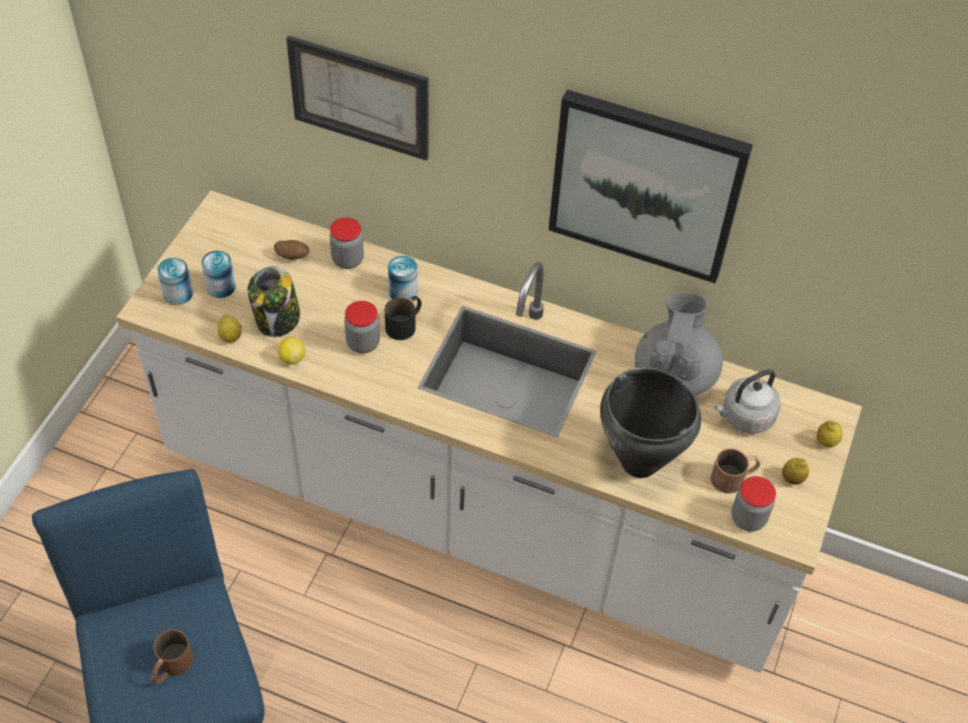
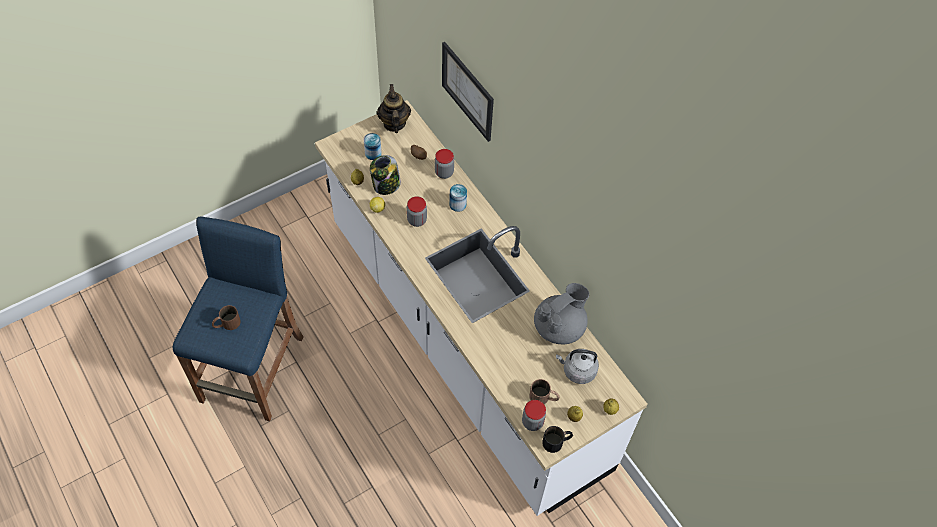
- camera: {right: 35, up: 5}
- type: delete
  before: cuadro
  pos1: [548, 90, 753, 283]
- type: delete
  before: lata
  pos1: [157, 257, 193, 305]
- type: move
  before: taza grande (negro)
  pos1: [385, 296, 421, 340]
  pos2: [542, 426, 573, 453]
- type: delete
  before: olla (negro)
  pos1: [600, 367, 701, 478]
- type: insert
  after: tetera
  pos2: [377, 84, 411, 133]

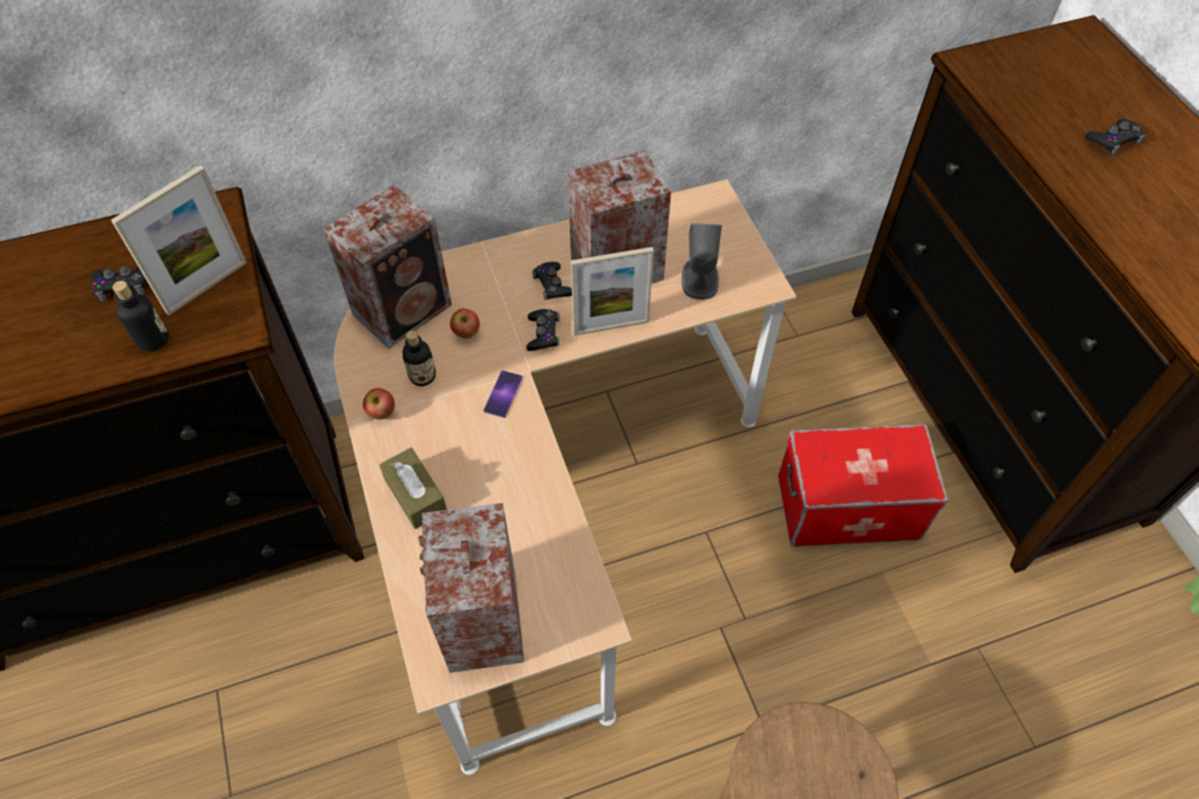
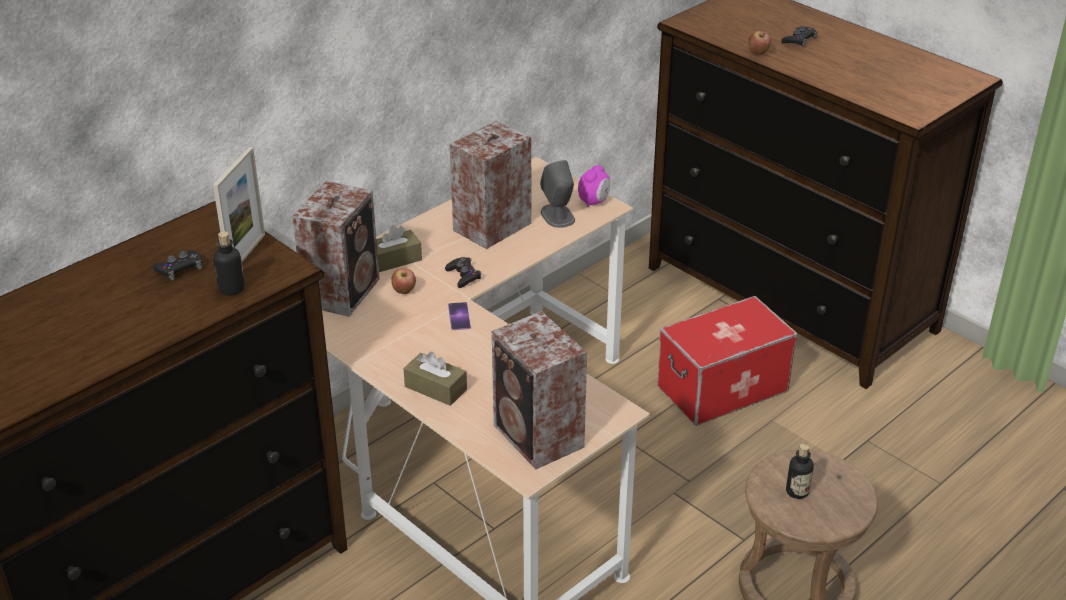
- camera: {right: -25, up: -20}
- type: delete
  before: portarretratos
  pos1: [571, 247, 654, 336]
- type: delete
  before: mando de consola (negro)
  pos1: [532, 262, 572, 300]
- type: move
  before: botella
  pos1: [402, 330, 436, 386]
  pos2: [786, 444, 814, 499]
- type: move
  before: manzana
  pos1: [363, 388, 395, 420]
  pos2: [748, 31, 771, 55]
- type: insert
  after: despertador
  pos2: [578, 165, 610, 207]
- type: insert
  after: caja de pañuelos (marrón)
  pos2: [376, 225, 422, 272]

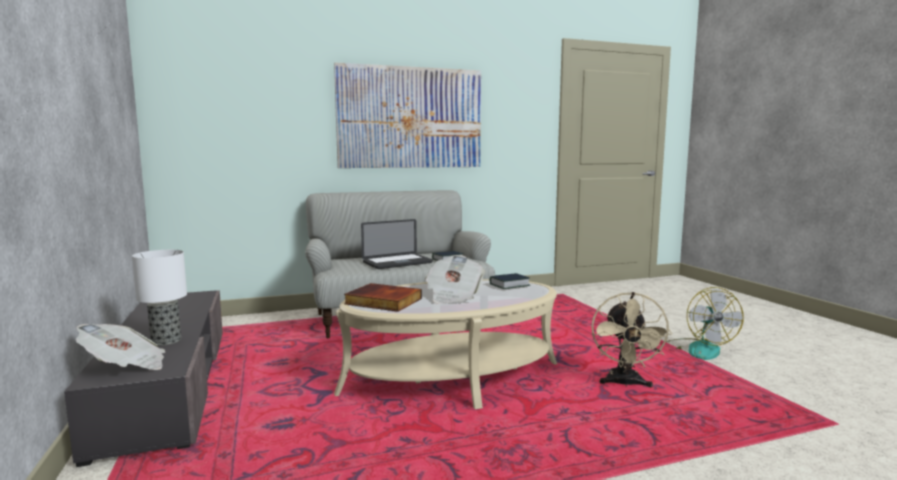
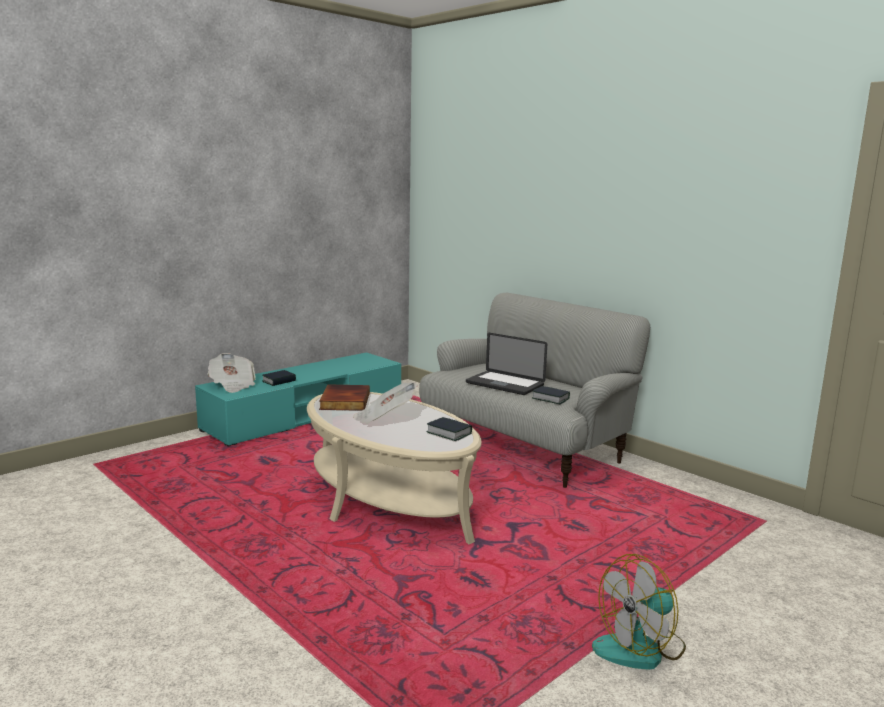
- camera: {right: 65, up: 5}
- type: delete
  before: cuadro
  pos1: [334, 63, 481, 168]
- type: replace
  before: lámpara de mesa
  after: libro
  pos1: [132, 250, 187, 346]
  pos2: [262, 370, 296, 386]
- type: recolor
  before: mueble de televisión (gris)
  after: mueble de televisión (turquesa)
  pos1: [64, 290, 223, 467]
  pos2: [195, 352, 401, 446]
- type: delete
  before: ventilador (beis)
  pos1: [591, 292, 672, 387]

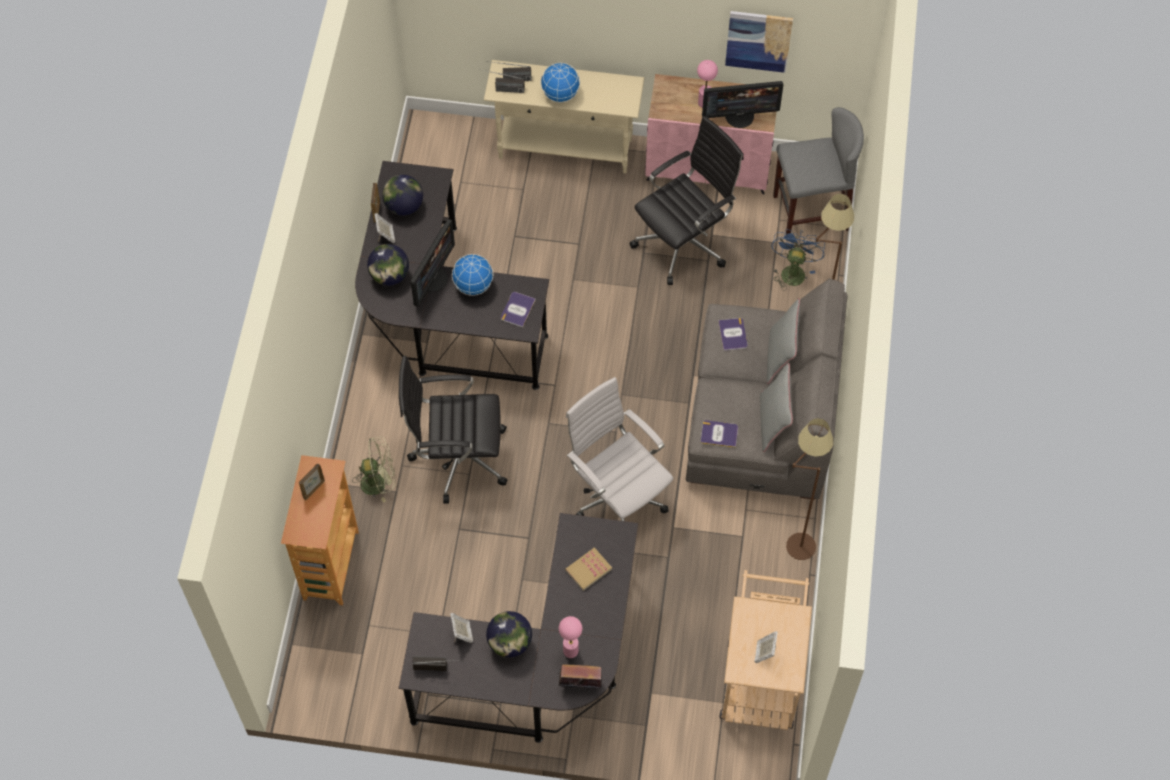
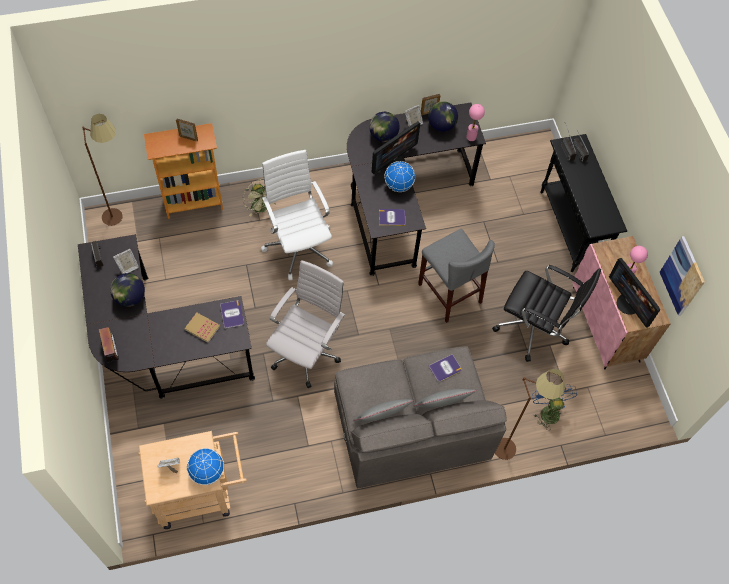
- camera: {right: 65, up: 0}
- type: recolor
  before: mesa consola (beis)
  after: mesa consola (negro)
  pos1: [484, 60, 644, 174]
  pos2: [540, 134, 627, 272]
- type: move
  before: globo terráqueo
  pos1: [541, 63, 580, 102]
  pos2: [187, 448, 224, 485]
- type: move
  before: taburete (gris)
  pos1: [773, 107, 864, 241]
  pos2: [418, 229, 495, 323]
- type: rotate
  before: monitor
  pos1: [411, 219, 455, 307]
  pos2: [372, 121, 420, 174]
  turn: -45
- type: rotate
  before: ventilador (azul)
  pos1: [771, 229, 825, 291]
  pos2: [532, 384, 578, 429]
  turn: -90
- type: recolor
  before: silla de oficina (negro)
  after: silla de oficina (blanco)
  pos1: [399, 356, 507, 504]
  pos2: [261, 150, 333, 280]
- type: move
  before: lámpara de pie (marrón)
  pos1: [786, 418, 833, 560]
  pos2: [82, 114, 123, 226]
- type: move
  before: libro
  pos1: [700, 420, 738, 448]
  pos2: [220, 301, 244, 329]
- type: move
  before: lámpara de mesa (rosa)
  pos1: [559, 616, 582, 658]
  pos2: [466, 104, 485, 141]

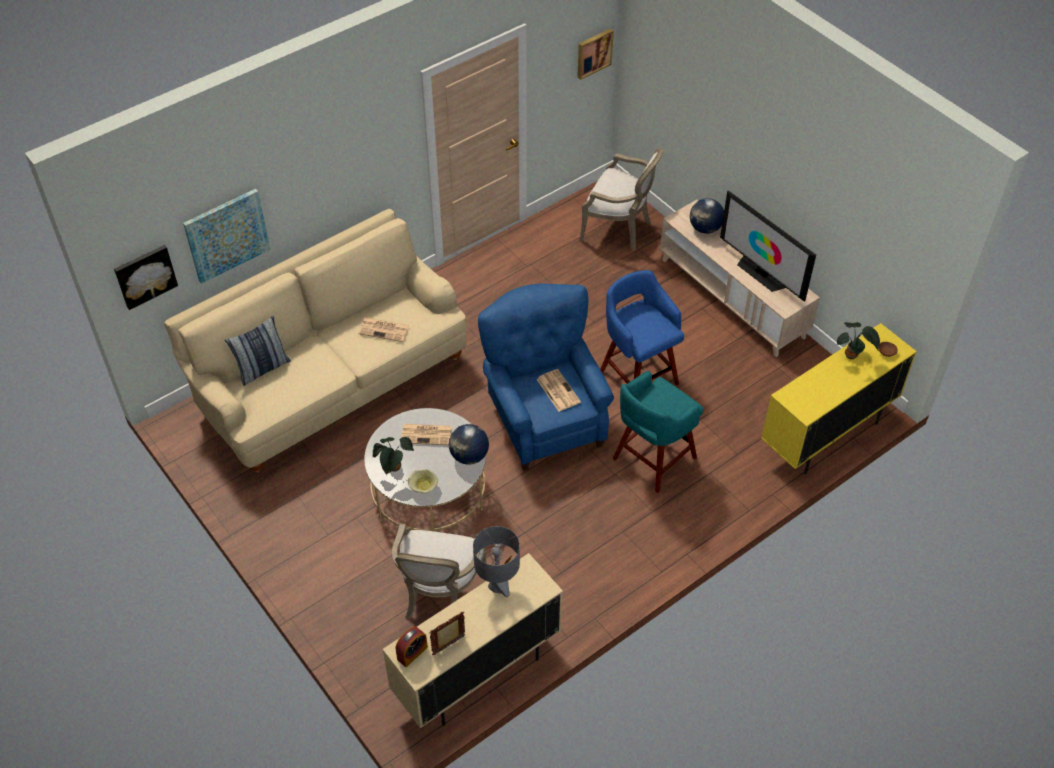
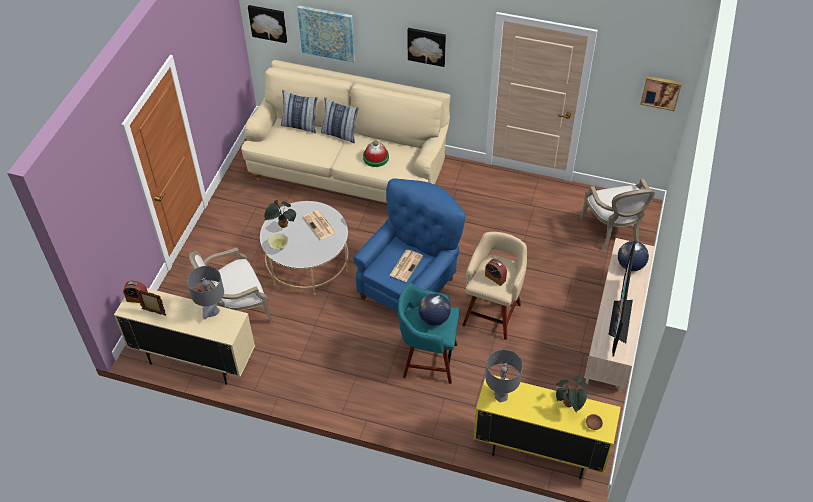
- camera: {right: 55, up: 0}
- type: recolor
  before: taburete (azul)
  after: taburete (beis)
  pos1: [600, 270, 684, 385]
  pos2: [462, 232, 527, 340]
- type: replace
  before: periódico
  after: sombrero
  pos1: [358, 318, 409, 342]
  pos2: [363, 140, 389, 167]
- type: move
  before: globo terráqueo
  pos1: [449, 424, 489, 465]
  pos2: [418, 293, 451, 326]
- type: insert
  after: cuadro
  pos2: [407, 28, 446, 67]
- type: insert
  after: cojín
  pos2: [321, 97, 359, 144]
- type: insert
  after: despertador
  pos2: [485, 259, 507, 286]
- type: insert
  after: lámpara de mesa (gris)
  pos2: [485, 350, 523, 402]

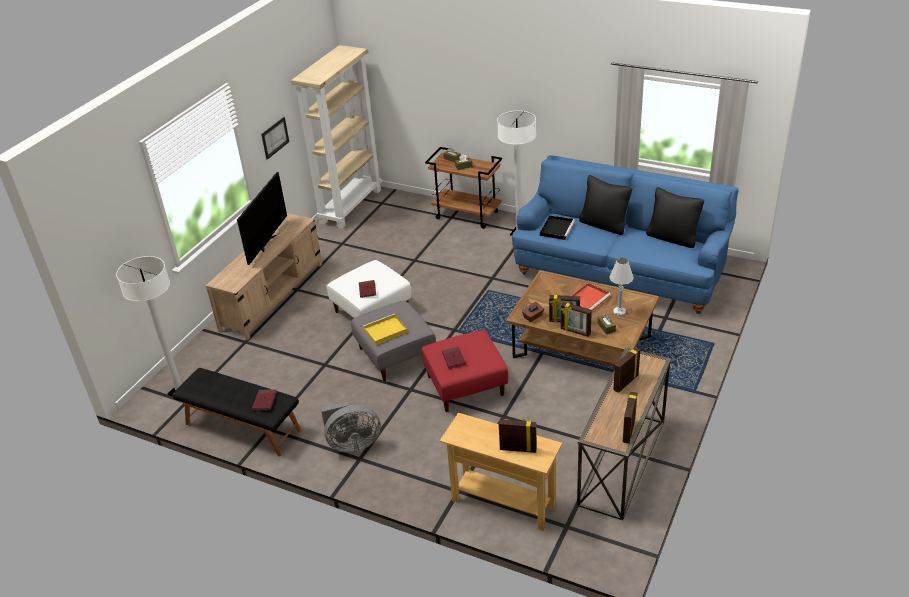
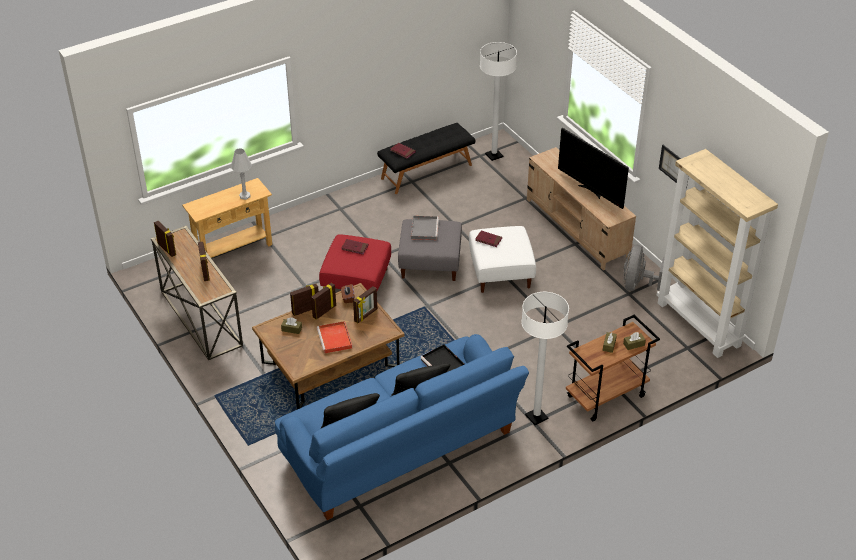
- camera: {right: 120, up: 5}
- type: move
  before: lámpara de mesa (blanco)
  pos1: [609, 258, 634, 317]
  pos2: [231, 148, 252, 200]
- type: recolor
  before: bandeja (amarillo)
  after: bandeja (gris)
  pos1: [363, 314, 408, 345]
  pos2: [411, 216, 439, 240]
- type: move
  before: ventilador (gris)
  pos1: [321, 402, 381, 453]
  pos2: [623, 245, 665, 291]
- type: move
  before: portarretratos
  pos1: [499, 419, 537, 453]
  pos2: [353, 286, 377, 323]

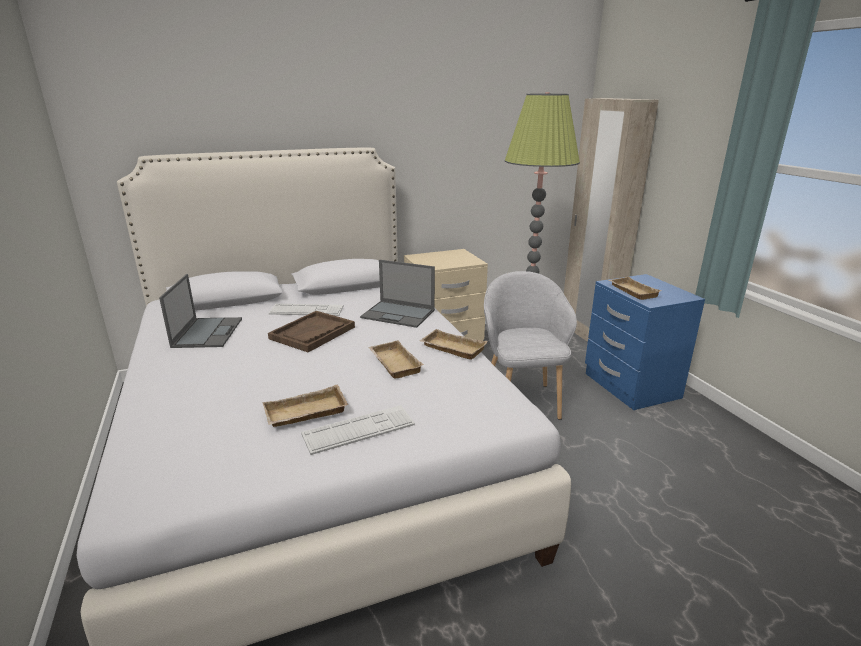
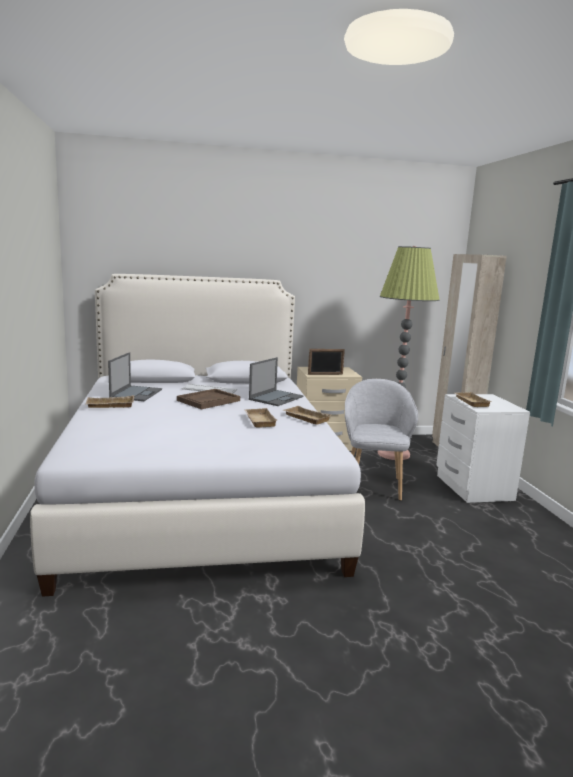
- camera: {right: 10, up: -10}
- type: rotate
  before: portátil
  pos1: [360, 260, 435, 328]
  pos2: [249, 357, 304, 406]
  turn: -90
- type: recolor
  before: mesita de noche (azul)
  after: mesita de noche (blanco)
  pos1: [585, 274, 705, 410]
  pos2: [436, 394, 530, 503]
- type: move
  before: bandeja (beis)
  pos1: [262, 385, 348, 427]
  pos2: [85, 395, 134, 408]
- type: delete
  before: teclado
  pos1: [301, 405, 415, 455]
- type: insert
  after: portarretratos
  pos2: [308, 349, 345, 375]

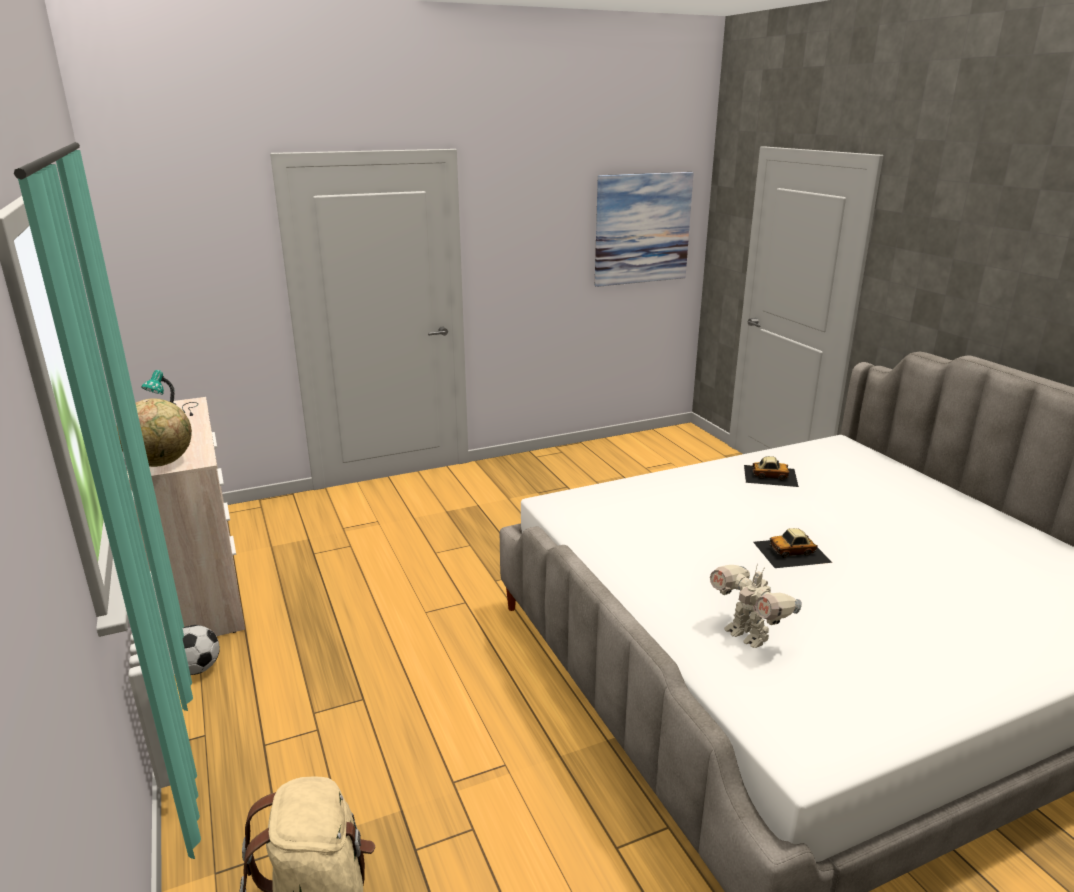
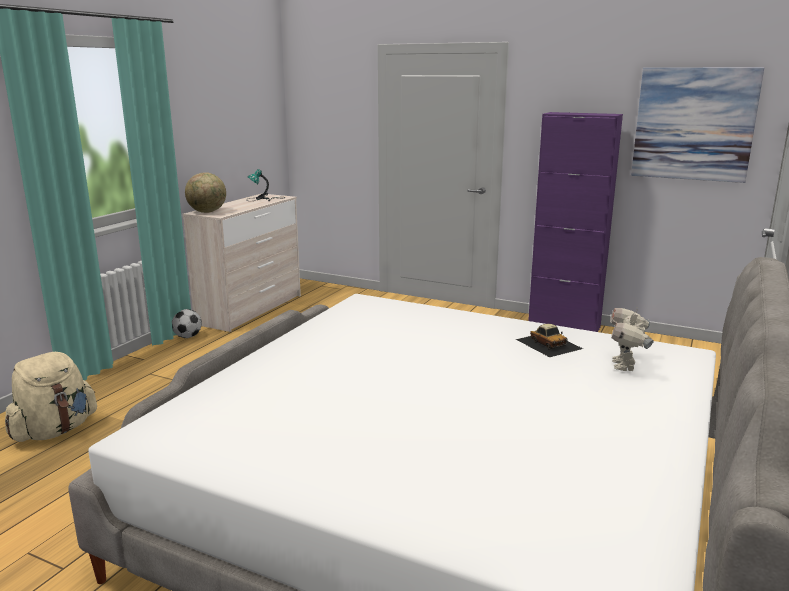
- camera: {right: 50, up: -5}
- type: delete
  before: coche de juguete
  pos1: [753, 528, 832, 568]
- type: move
  before: robot de juguete
  pos1: [710, 563, 802, 648]
  pos2: [610, 308, 654, 371]
- type: insert
  after: armario (morado)
  pos2: [528, 112, 623, 332]

